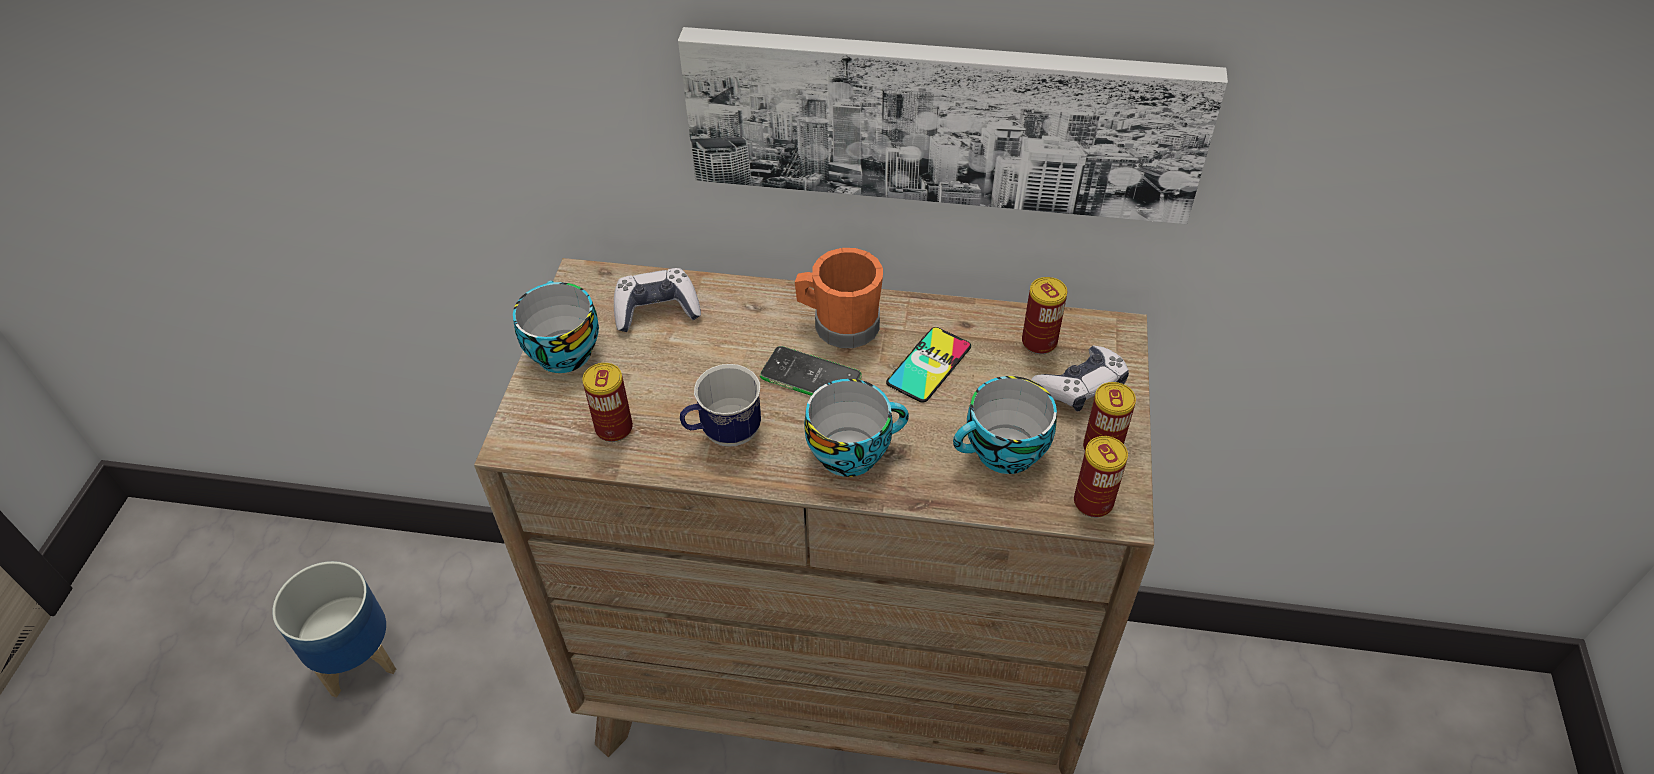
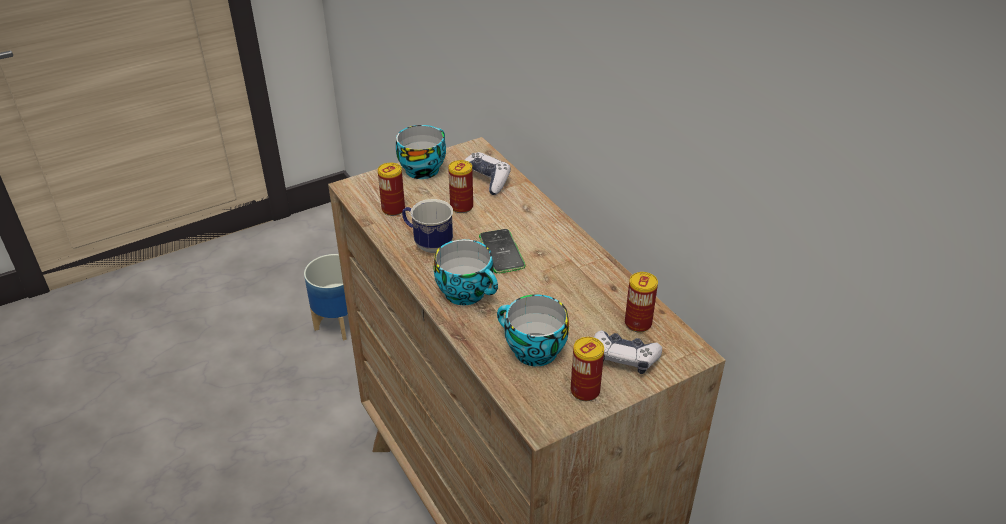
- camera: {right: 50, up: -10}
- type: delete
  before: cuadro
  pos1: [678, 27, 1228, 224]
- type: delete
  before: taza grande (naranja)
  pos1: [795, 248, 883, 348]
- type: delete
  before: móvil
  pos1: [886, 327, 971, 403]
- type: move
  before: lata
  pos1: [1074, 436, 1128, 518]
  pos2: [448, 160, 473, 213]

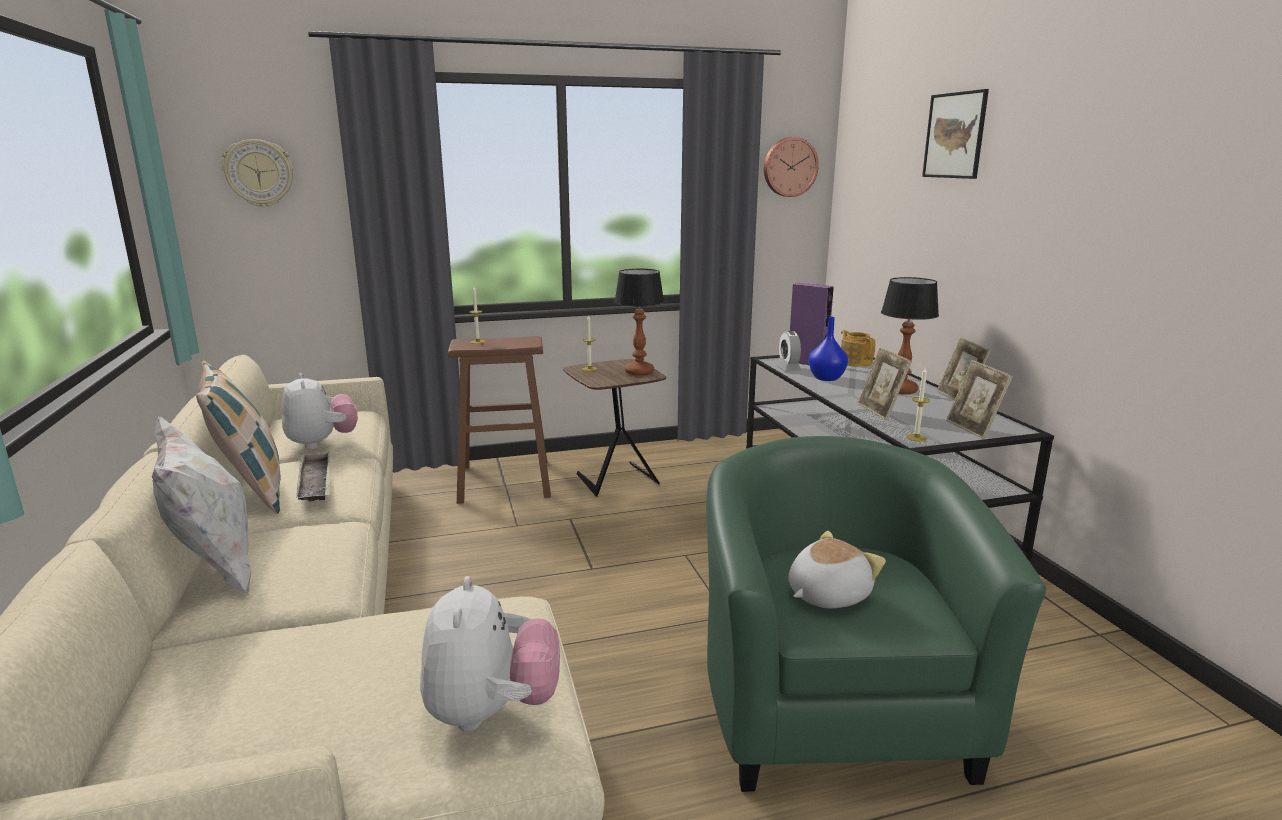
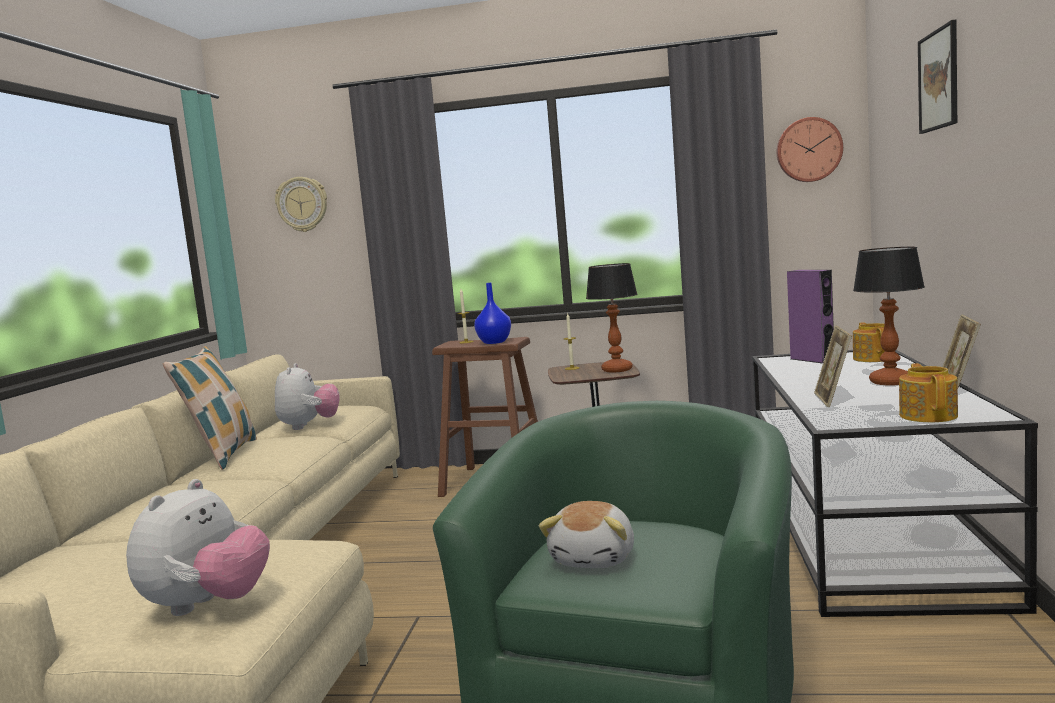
- camera: {right: 25, up: -10}
- type: move
  before: florero (azul)
  pos1: [809, 317, 848, 381]
  pos2: [474, 283, 511, 344]
- type: delete
  before: despertador
  pos1: [776, 331, 801, 372]
- type: replace
  before: portarretratos
  after: tetera
  pos1: [946, 360, 1013, 440]
  pos2: [899, 363, 958, 422]
- type: delete
  before: vela
  pos1: [906, 368, 930, 442]
- type: delete
  before: cojín (blanco)
  pos1: [152, 416, 251, 595]
- type: delete
  before: bandeja
  pos1: [296, 451, 330, 502]
- type: rotate
  before: peluche
  pos1: [788, 531, 886, 608]
  pos2: [539, 501, 634, 568]
  turn: 120

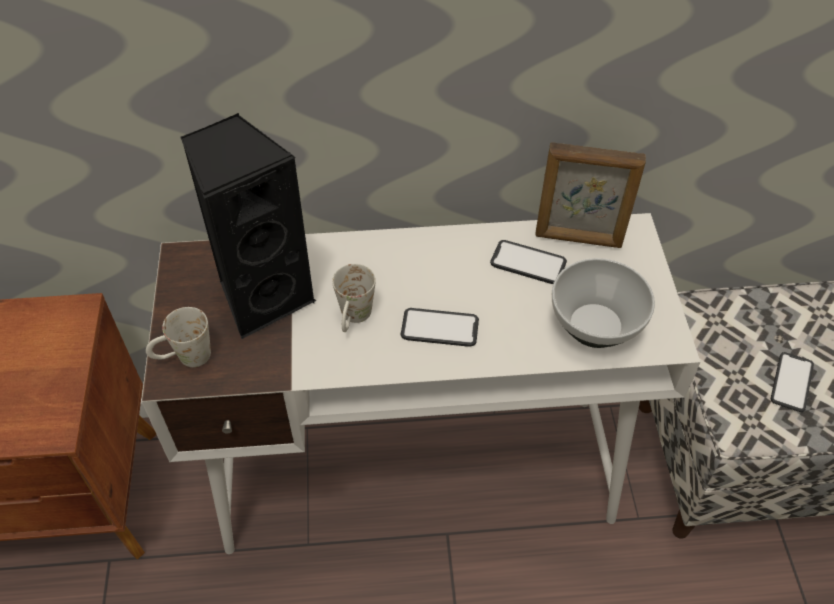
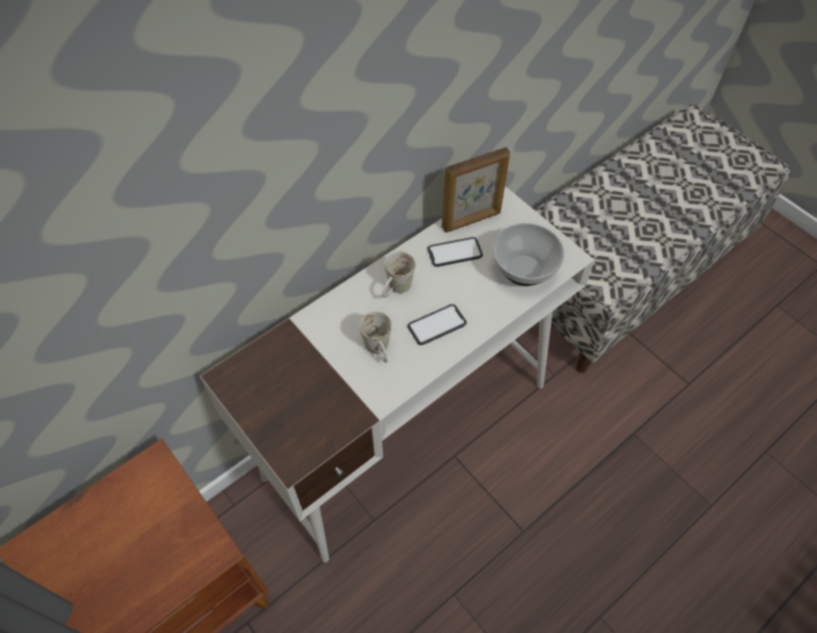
- camera: {right: -35, up: 5}
- type: delete
  before: altavoz (negro)
  pos1: [180, 113, 316, 339]
- type: move
  before: taza grande (blanco)
  pos1: [146, 307, 211, 367]
  pos2: [382, 251, 415, 298]
- type: delete
  before: móvil
  pos1: [771, 352, 814, 412]

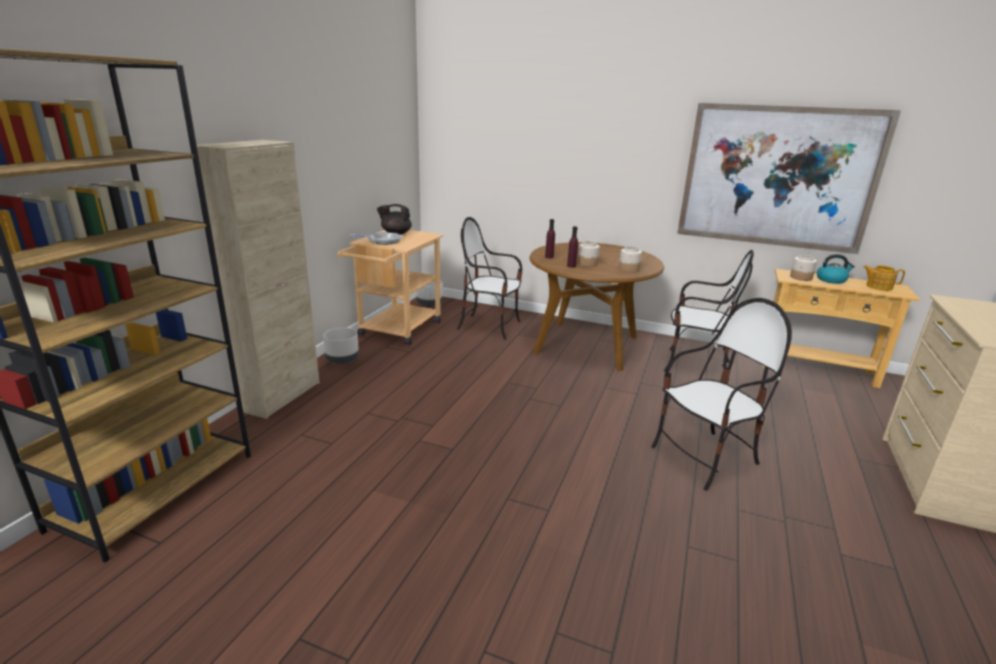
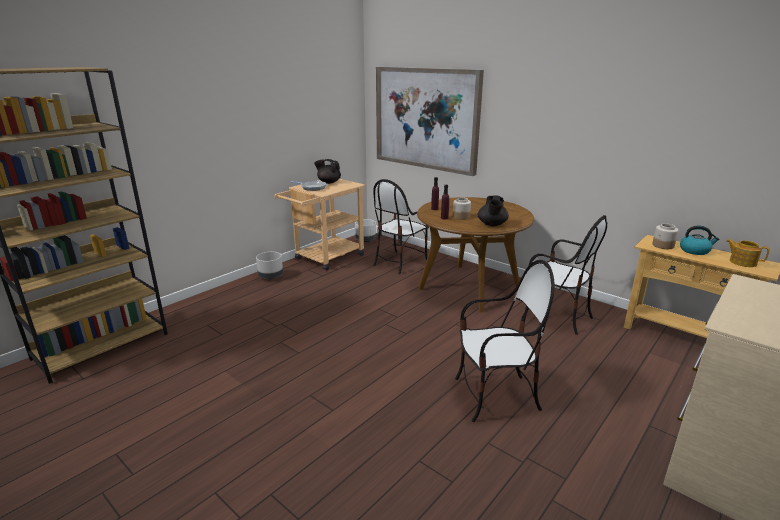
- camera: {right: 20, up: 0}
- type: move
  before: cuadro
  pos1: [677, 103, 901, 254]
  pos2: [376, 67, 484, 176]
- type: delete
  before: armario (beis)
  pos1: [197, 140, 320, 419]
- type: rotate
  before: silla
  pos1: [457, 217, 522, 340]
  pos2: [373, 179, 429, 274]
  turn: -90
- type: replace
  before: tarro
  after: tetera (negro)
  pos1: [619, 246, 642, 273]
  pos2: [478, 195, 509, 226]

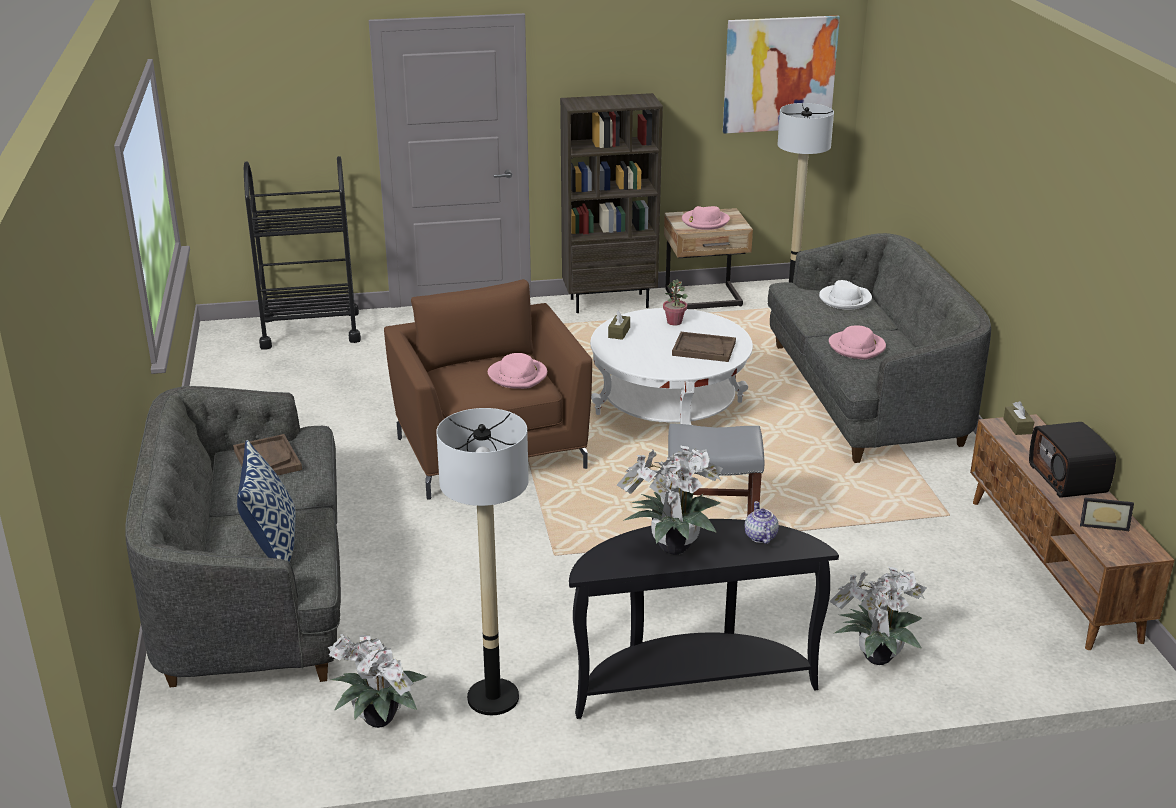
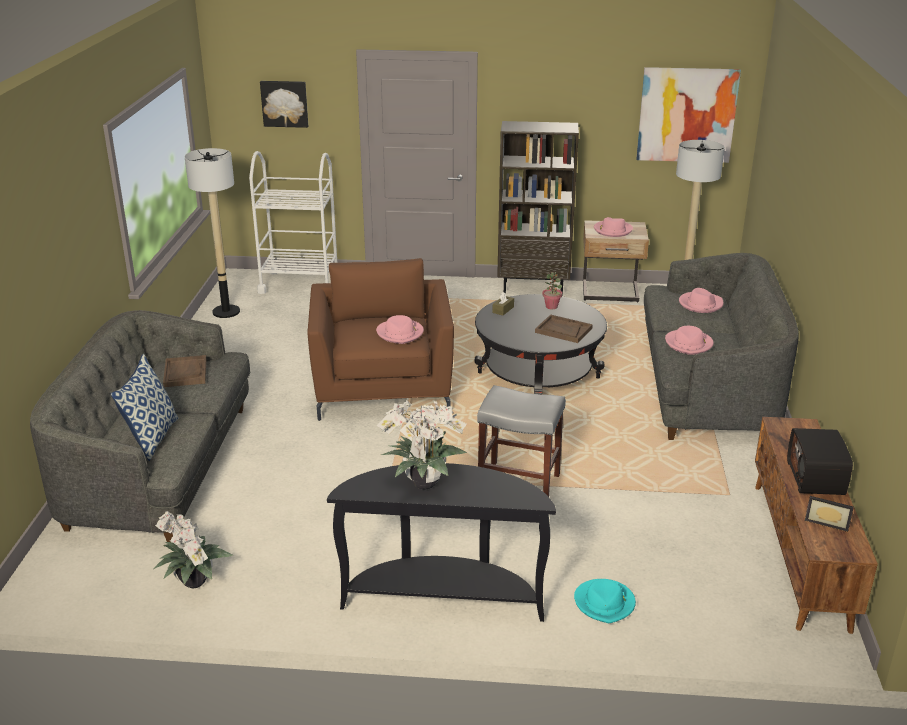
- camera: {right: 15, up: 0}
- type: recolor
  before: carrito (negro)
  after: carrito (blanco)
  pos1: [244, 156, 361, 350]
  pos2: [249, 151, 337, 294]
- type: recolor
  before: sombrero (blanco)
  after: sombrero (rosa)
  pos1: [819, 280, 872, 310]
  pos2: [679, 288, 724, 313]
- type: recolor
  before: mesa de centro (blanco)
  after: mesa de centro (negro)
  pos1: [590, 308, 753, 425]
  pos2: [474, 294, 607, 394]
- type: delete
  before: caja de pañuelos (marrón)
  pos1: [1003, 401, 1034, 435]
- type: move
  before: lámpara de pie
  pos1: [436, 408, 529, 715]
  pos2: [185, 148, 240, 318]
- type: delete
  before: tetera
  pos1: [745, 501, 779, 544]
- type: replace
  before: planta en maceta
  after: sombrero (turquesa)
  pos1: [829, 566, 926, 665]
  pos2: [574, 579, 636, 623]
- type: insert
  after: cuadro
  pos2: [260, 81, 308, 128]

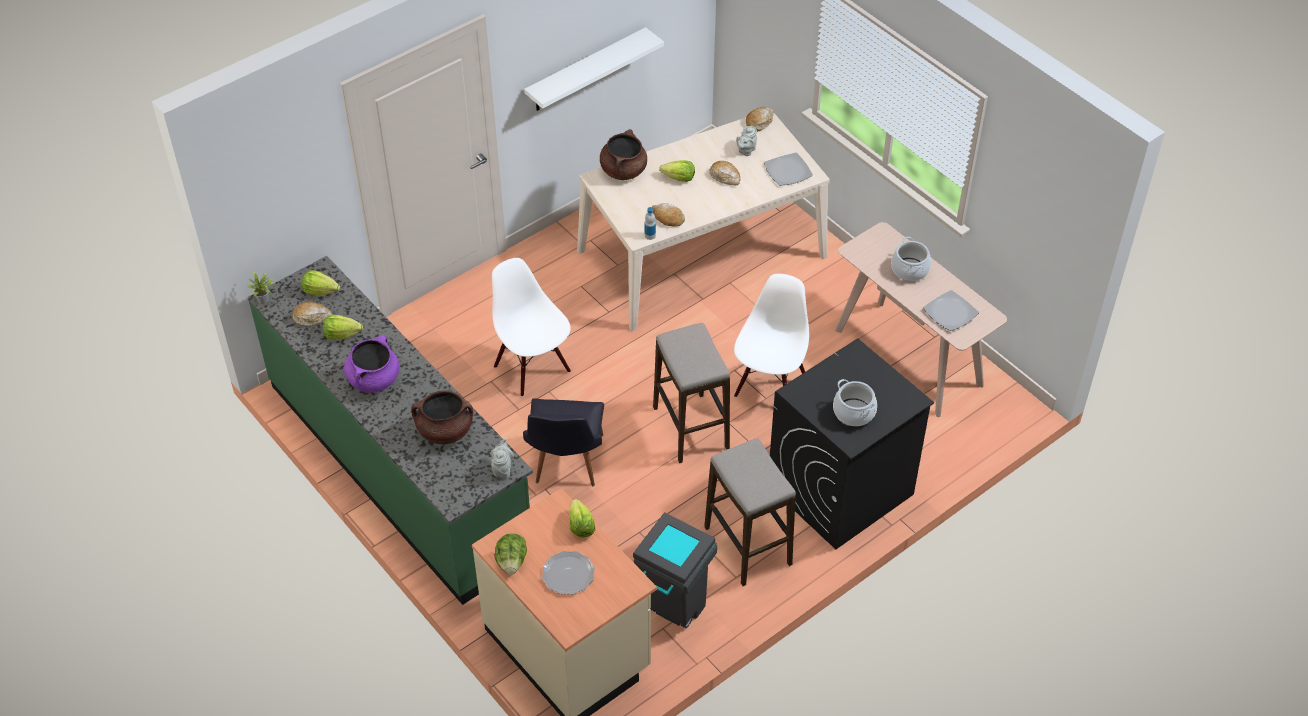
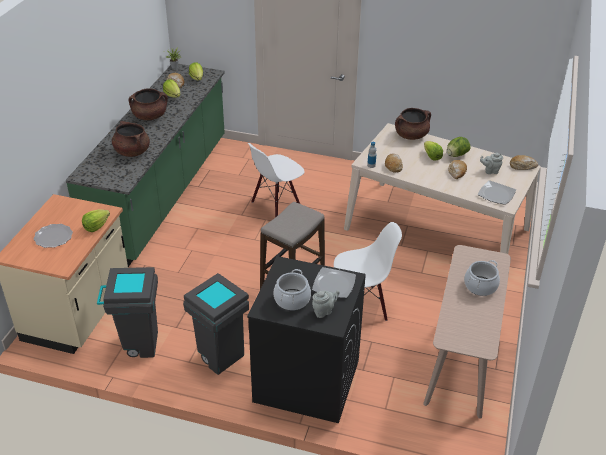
- camera: {right: 55, up: -10}
- type: delete
  before: estante (blanco)
  pos1: [524, 27, 664, 111]
- type: rotate
  before: silla (blanco)
  pos1: [492, 258, 571, 397]
  pos2: [248, 143, 305, 218]
  turn: -150
- type: move
  before: plato
  pos1: [923, 290, 979, 331]
  pos2: [312, 267, 356, 298]
- type: recolor
  before: olla (morado)
  after: olla (marrón)
  pos1: [344, 335, 399, 393]
  pos2: [129, 88, 168, 120]
- type: delete
  before: silla (negro)
  pos1: [523, 398, 604, 486]
- type: move
  before: tetera (gris)
  pos1: [490, 438, 514, 479]
  pos2: [312, 290, 340, 318]
- type: replace
  before: taburete
  after: papelera (gris)
  pos1: [704, 438, 796, 586]
  pos2: [183, 273, 249, 375]
- type: move
  before: lechuga
  pos1: [495, 533, 527, 575]
  pos2: [447, 137, 471, 157]

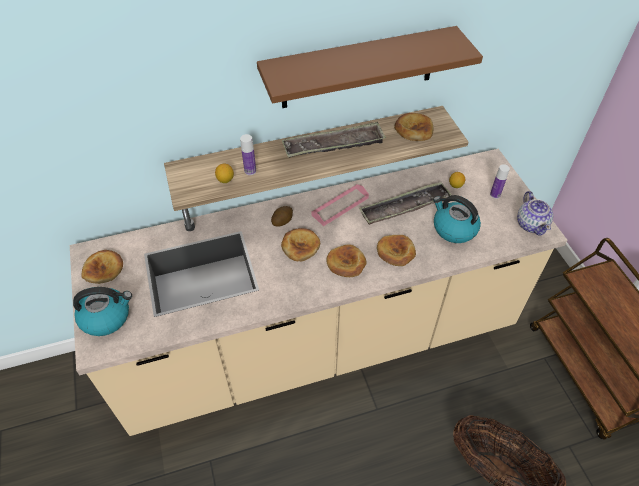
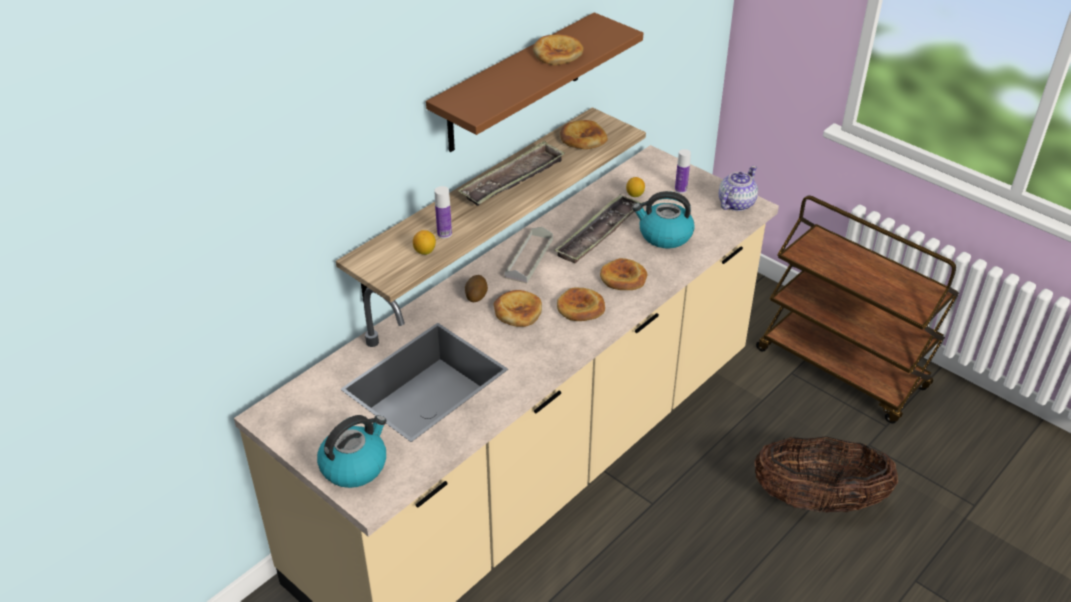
- camera: {right: -30, up: -10}
- type: recolor
  before: bandeja (rosa)
  after: bandeja (gris)
  pos1: [312, 184, 369, 226]
  pos2: [504, 227, 553, 284]
- type: rotate
  before: tetera
  pos1: [517, 191, 553, 236]
  pos2: [719, 166, 758, 211]
  turn: -105
- type: move
  before: pan
  pos1: [81, 250, 123, 284]
  pos2: [533, 34, 583, 65]

